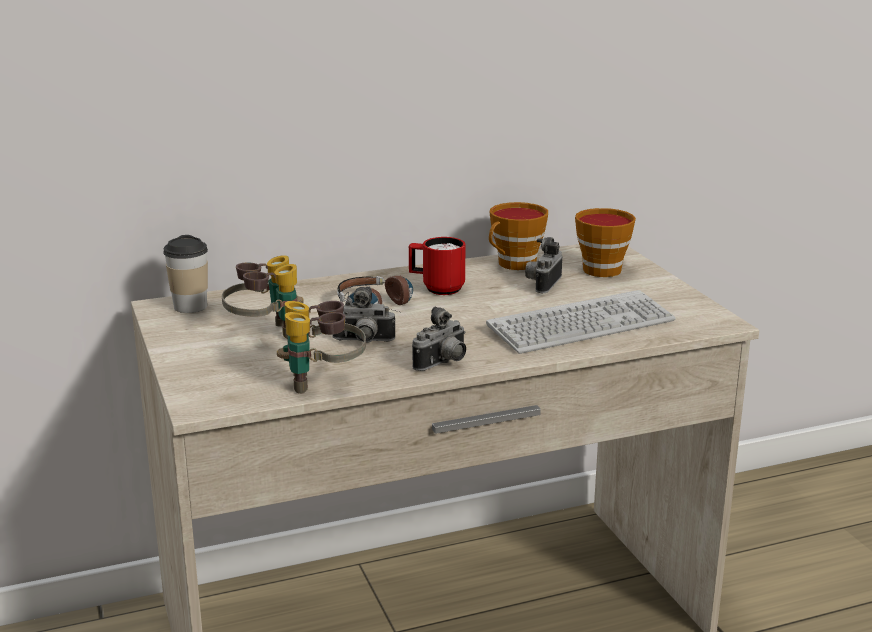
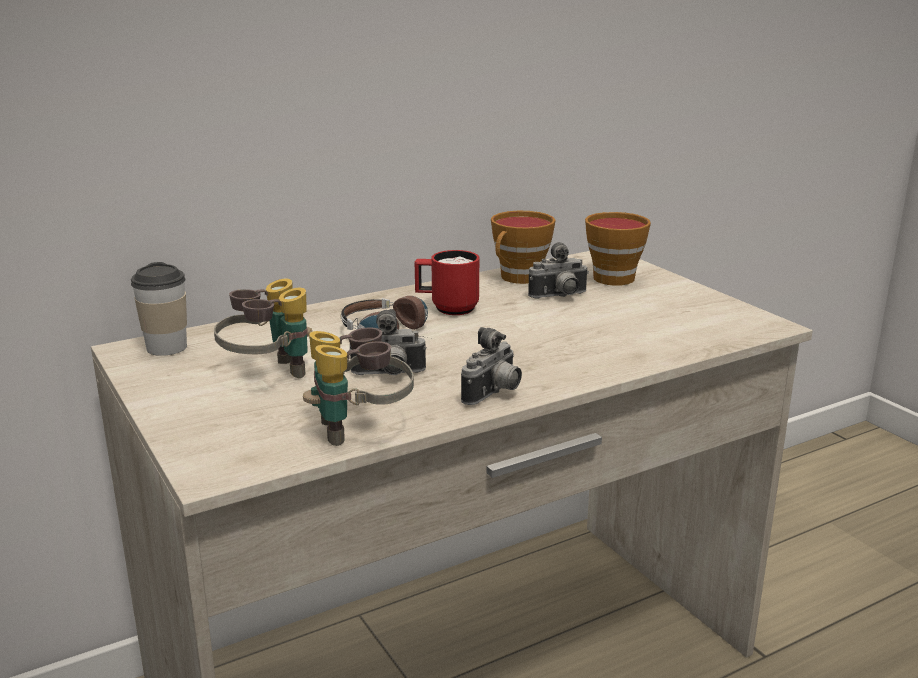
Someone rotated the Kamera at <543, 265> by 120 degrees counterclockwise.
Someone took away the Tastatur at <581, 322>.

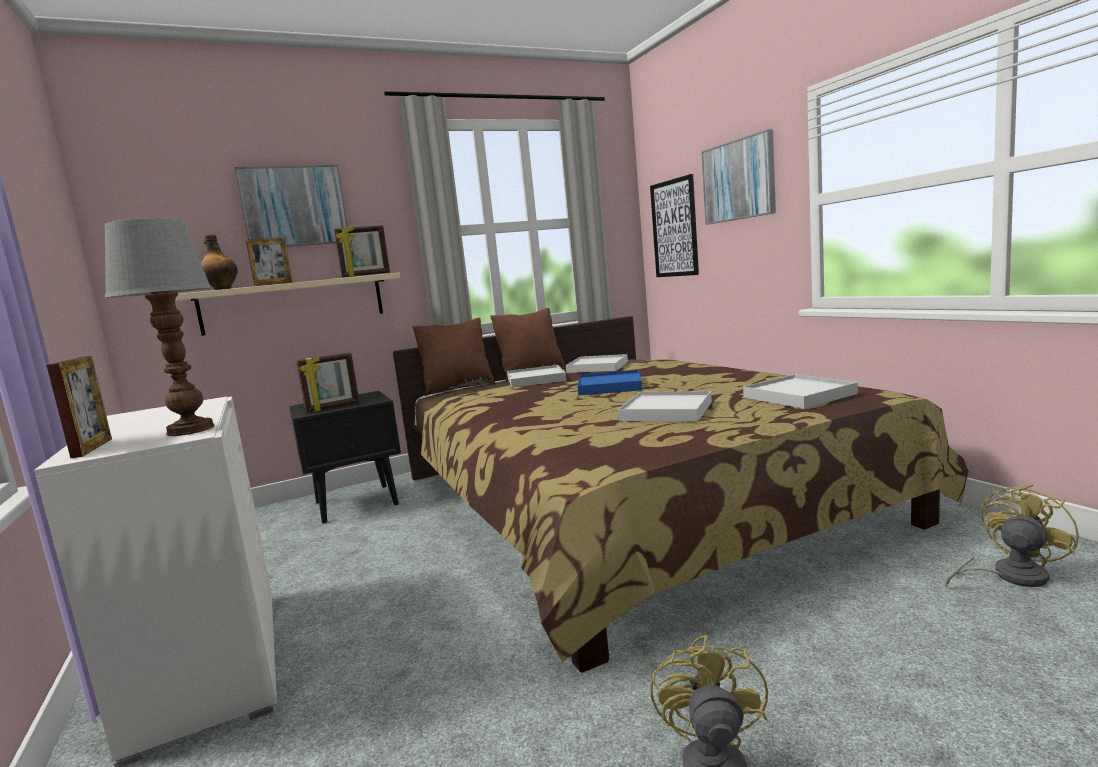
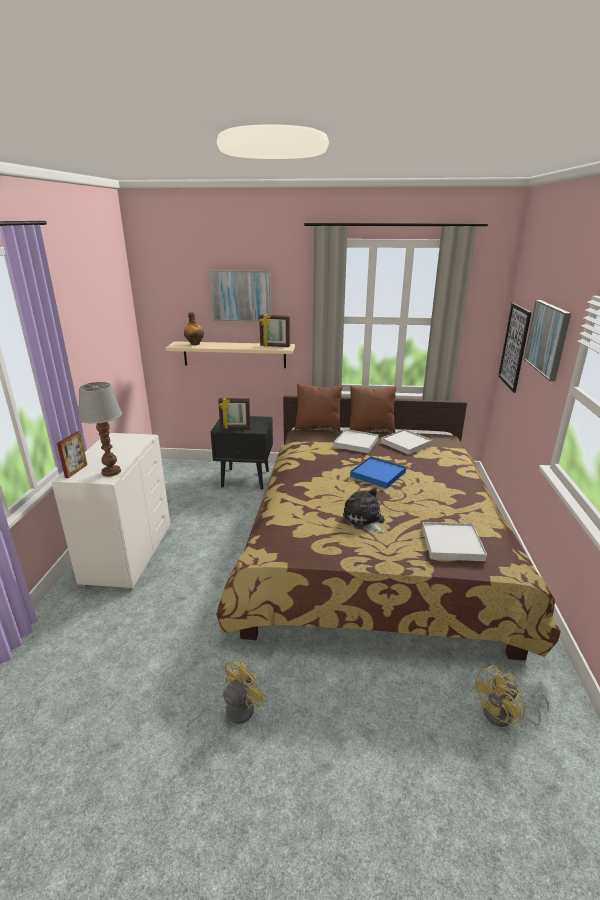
Someone swapped the Tablett [weiß] at <665, 406> for the Plüschtier at <364, 510>.
Someone rotated the Ventilator [gelb] at <1012, 535> by 150 degrees clockwise.
Someone took away the Bilderrahmen at <269, 262>.

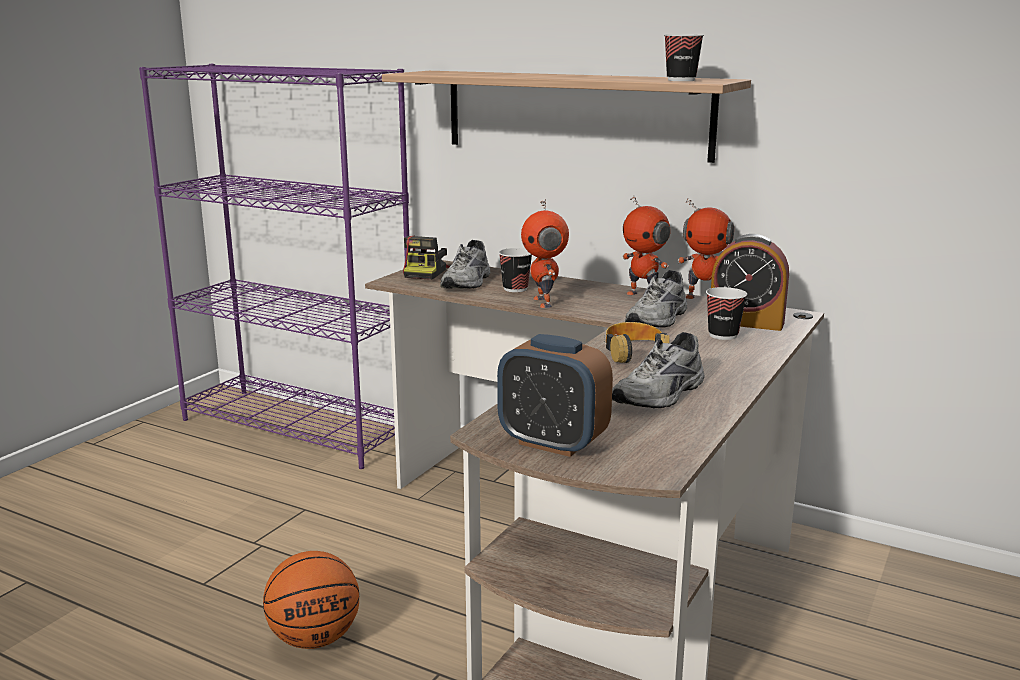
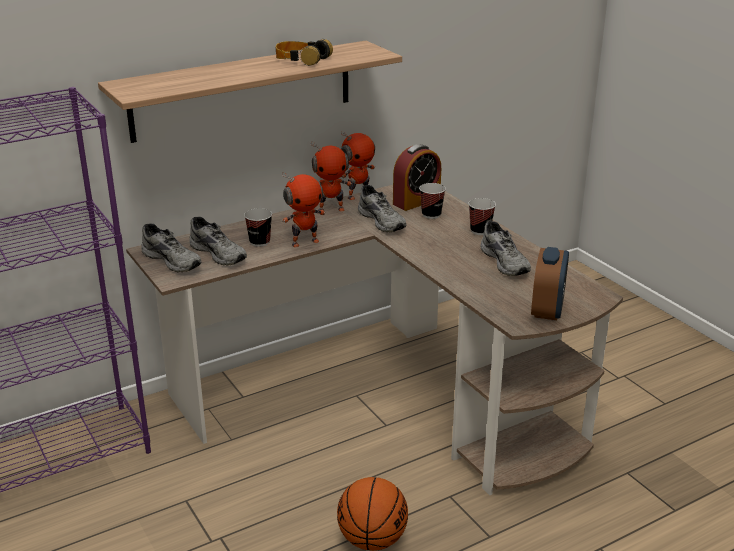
Someone swapped the Kamera at <426, 257> for the Schuh [grau] at <171, 247>.
Someone carried the Kopfhörer from <637, 342> to <304, 52>.
Someone rotated the Spielzeugroboter at <545, 253> by 45 degrees counterclockwise.
Someone carried the Tasse from <684, 57> to <482, 216>.
Someone rotated the Wecker at <555, 395> by 45 degrees counterclockwise.

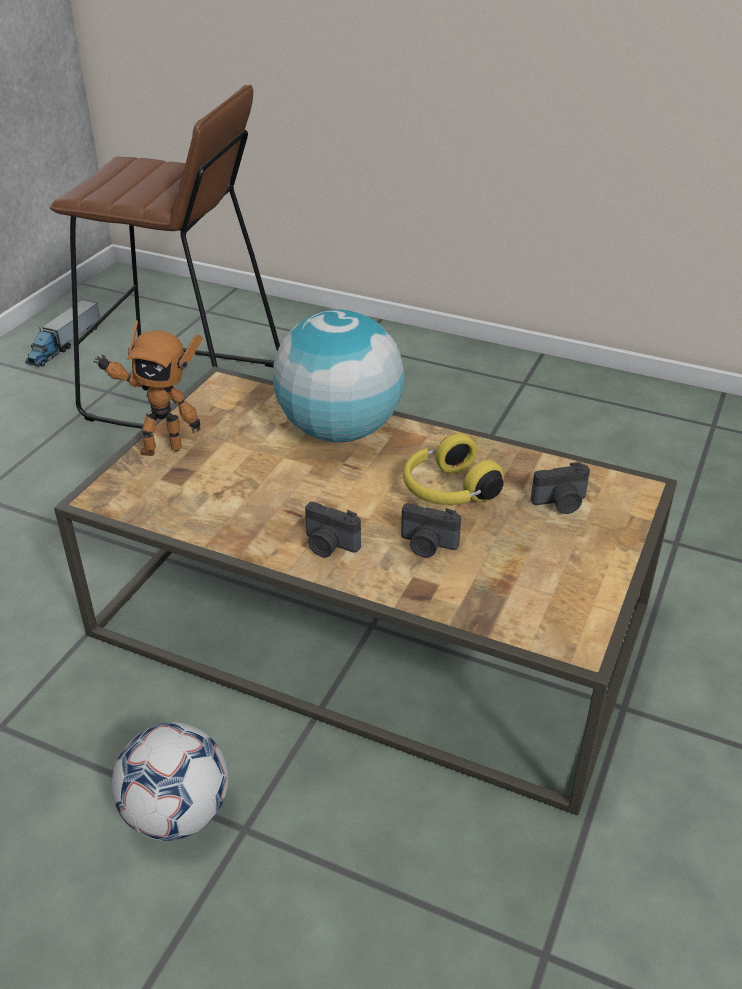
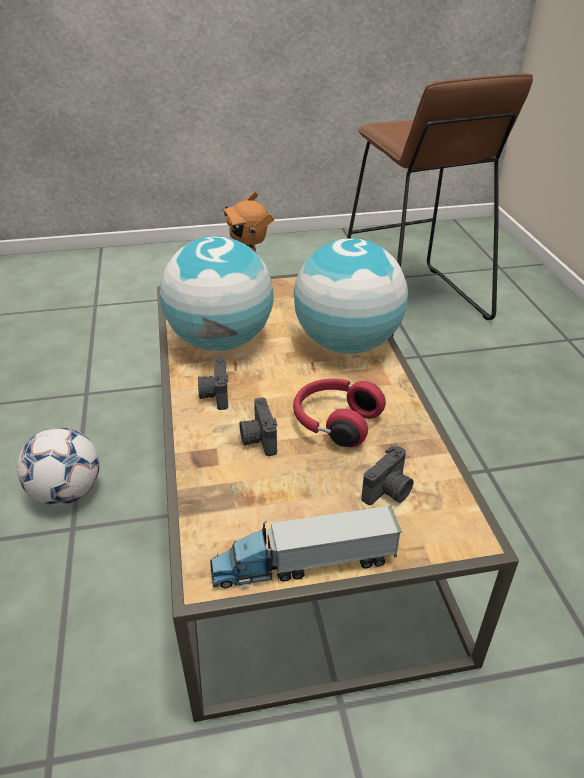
Someone put down the Globus at <217, 293>.
Someone carried the Spielzeuglaster from <62, 333> to <306, 546>.
Someone repainted the Kopfhörer [gelb] at <453, 469>, which became the Kopfhörer [rot] at <339, 413>.
Someone rotated the Kamera at <560, 488> by 90 degrees counterclockwise.

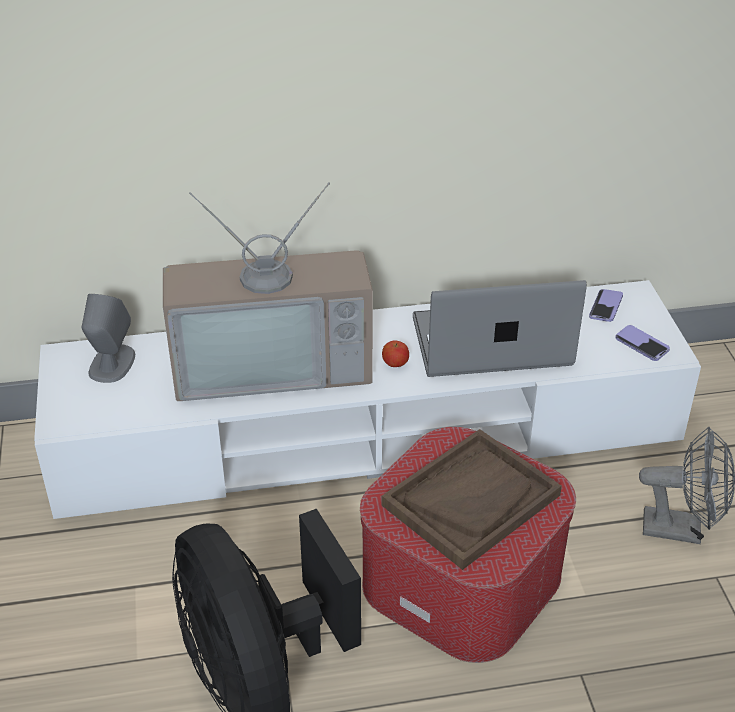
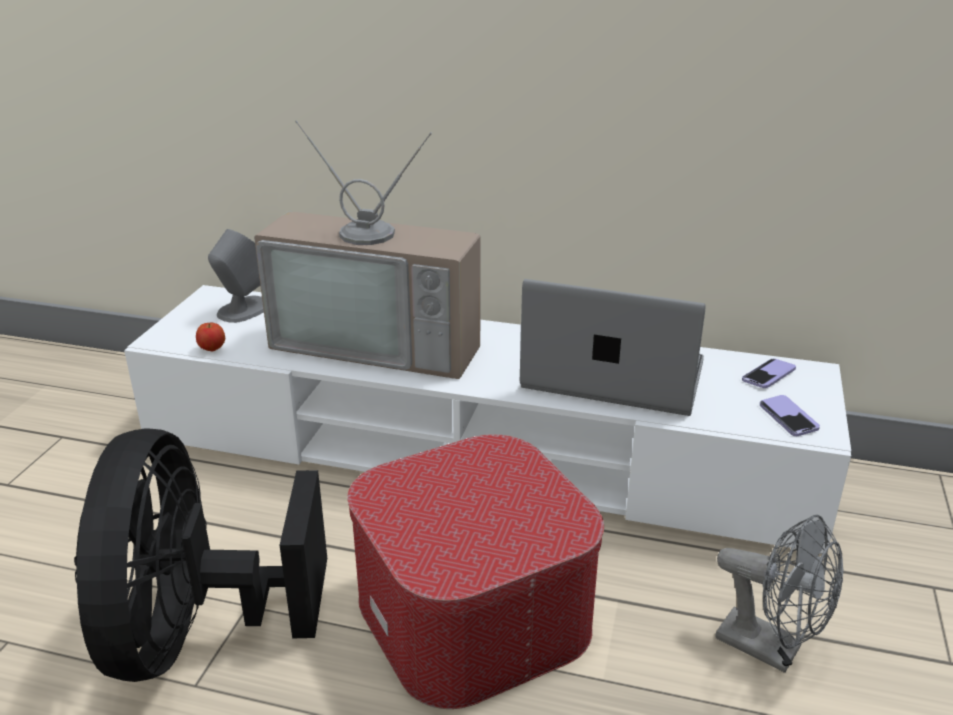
Someone carried the Apfel from <395, 353> to <210, 337>.
Someone took away the Tablett [braun] at <472, 499>.

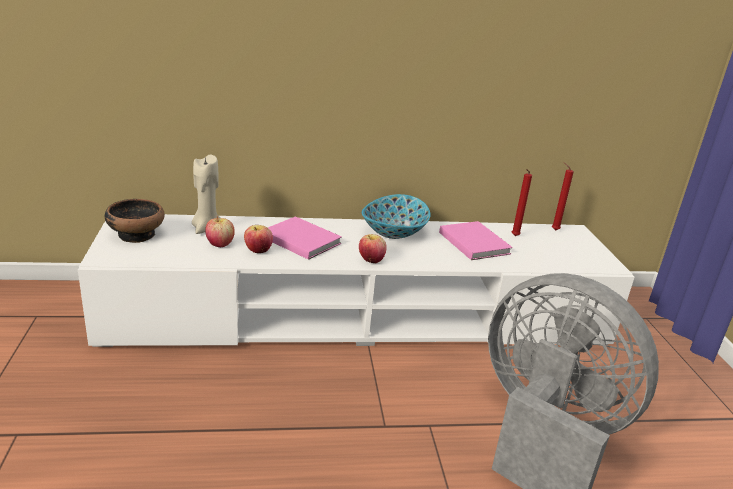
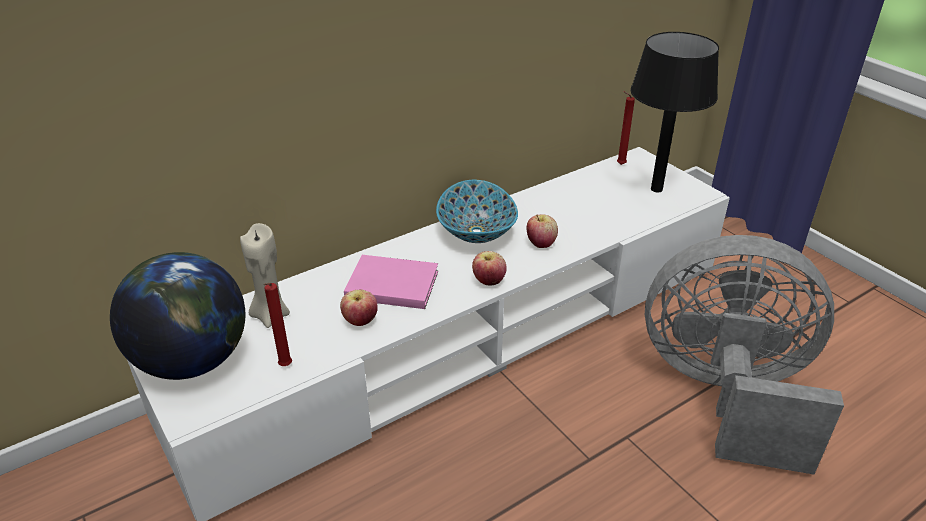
Someone swapped the Schüssel at <135, 221> for the Globus at <177, 316>.
Someone carried the Kerze [rot] from <522, 202> to <278, 324>.
Someone carried the Apfel from <220, 231> to <542, 231>.
Someone put down the Tischlampe [schwarz] at <674, 112>.
Someone took away the Buch [rosa] at <476, 240>.

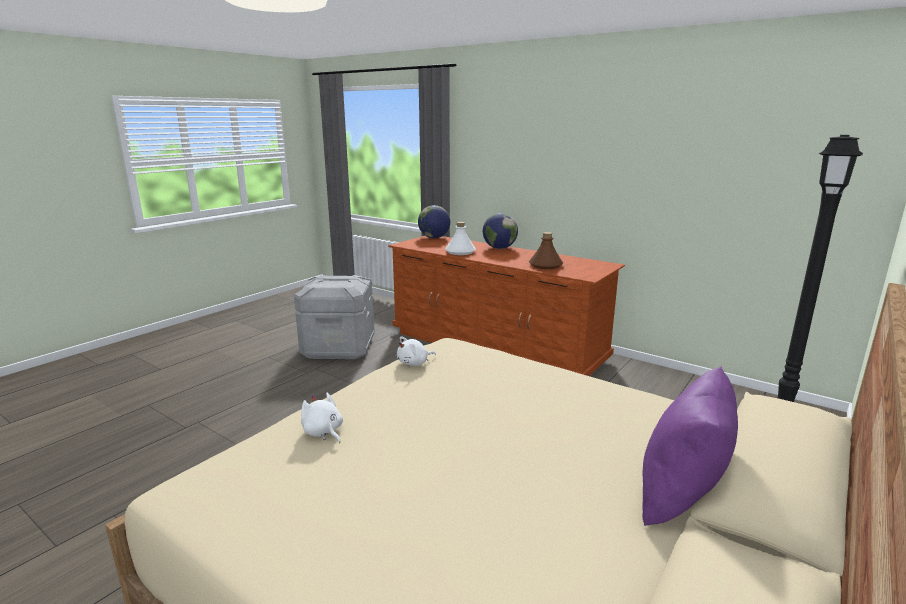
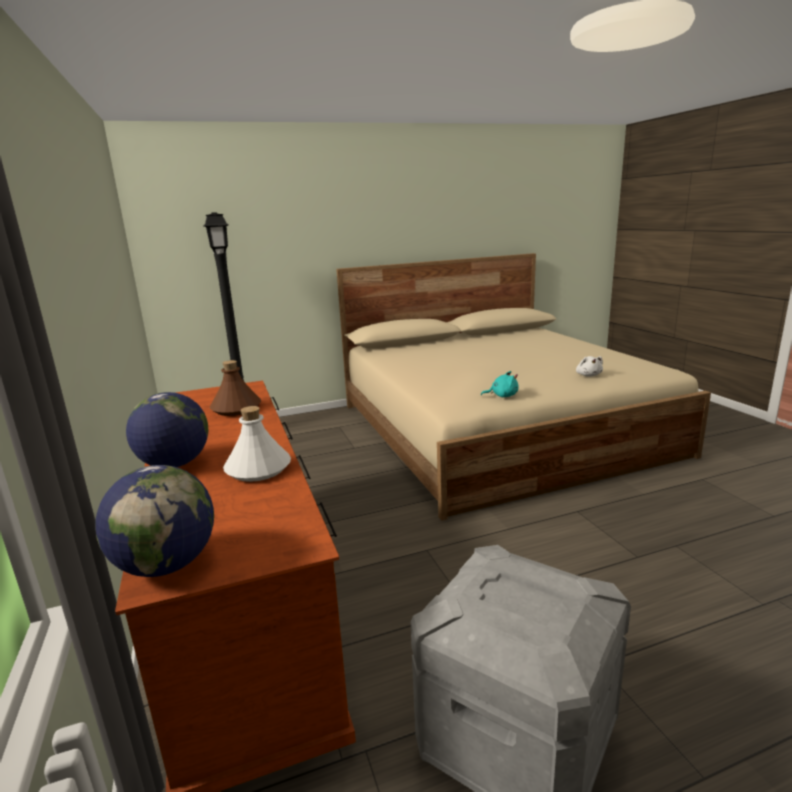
Someone repainted the Plüschtier [weiß] at <416, 351>, which became the Plüschtier [türkis] at <500, 384>.
Someone took away the Kissen [lila] at <690, 446>.

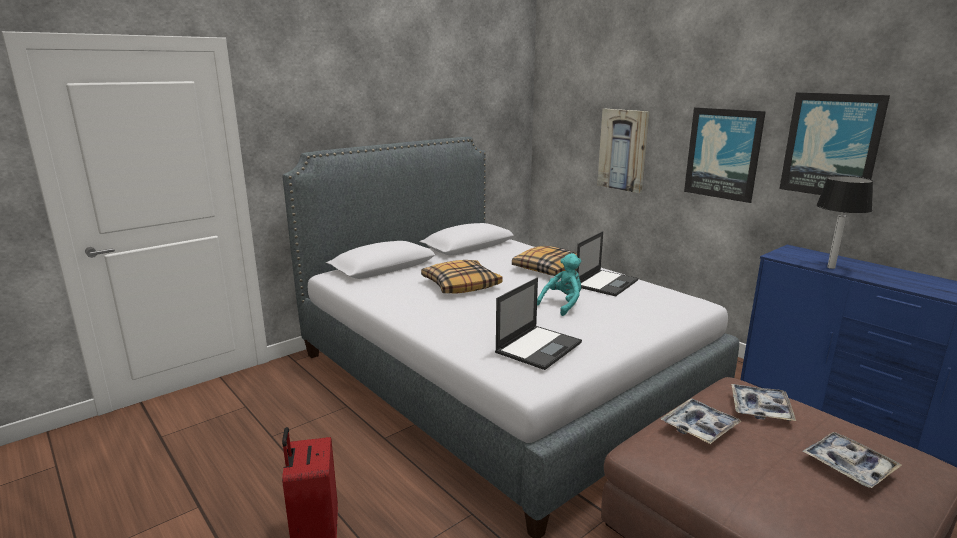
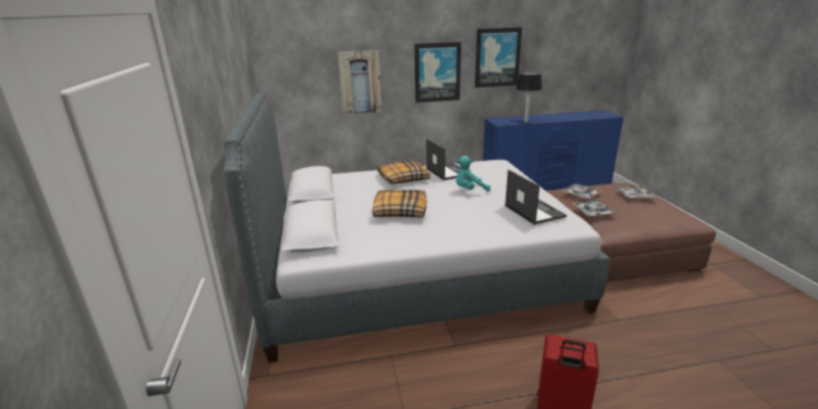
Someone rotated the Plüschtier [türkis] at <559, 284> by 90 degrees counterclockwise.

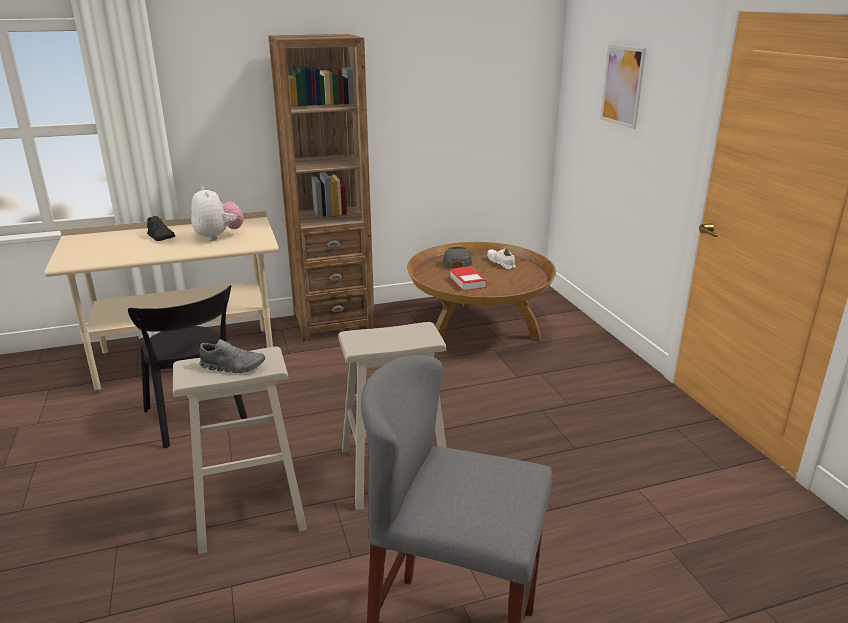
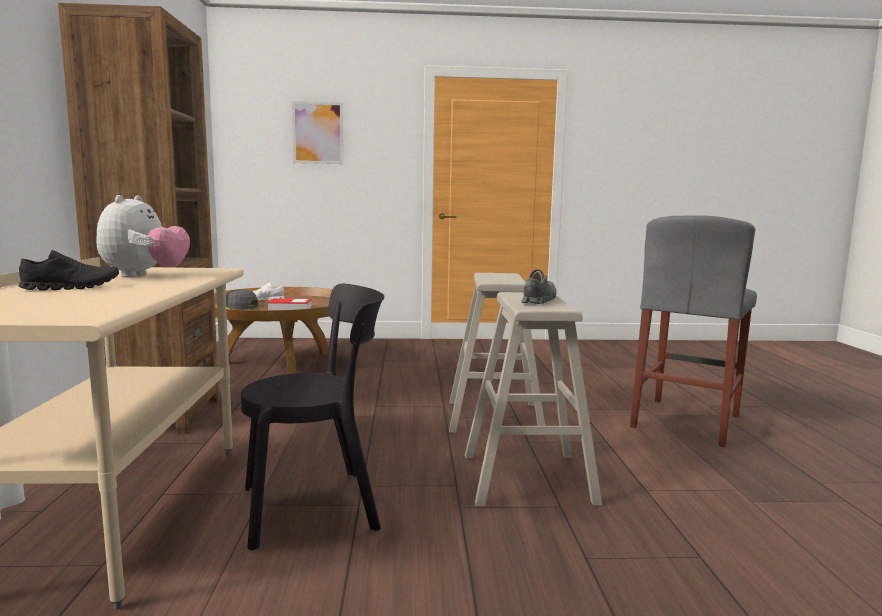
Someone rotated the Plüschtier at <217, 213> by 105 degrees clockwise.

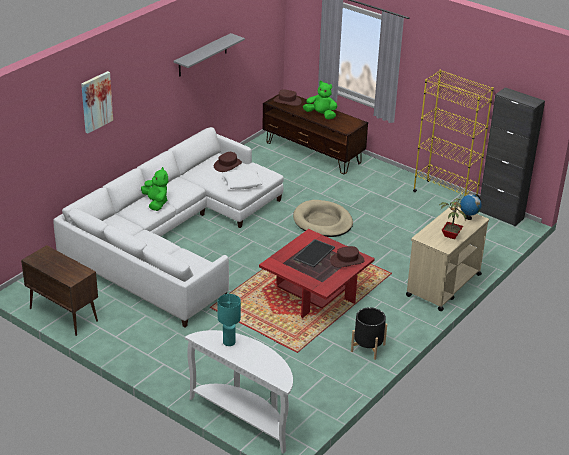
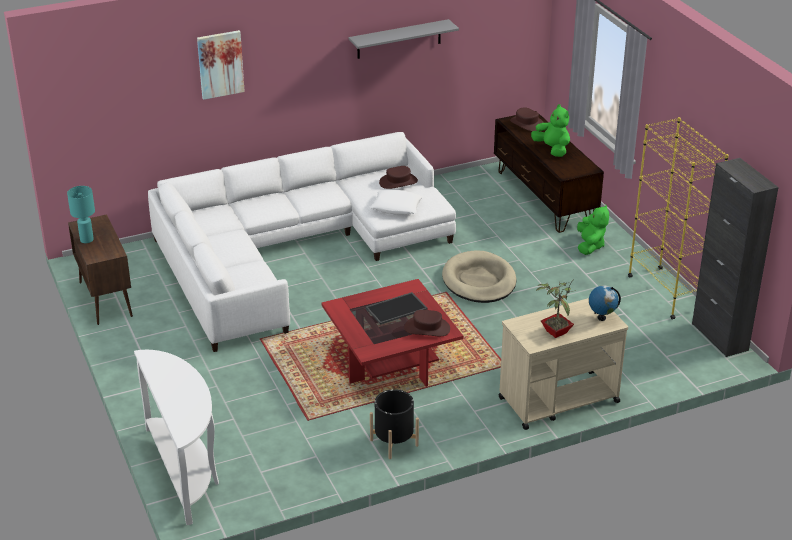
Someone carried the Tischlampe [türkis] from <229, 320> to <81, 214>.
Someone carried the Plüschtier [grün] from <154, 189> to <593, 230>.

